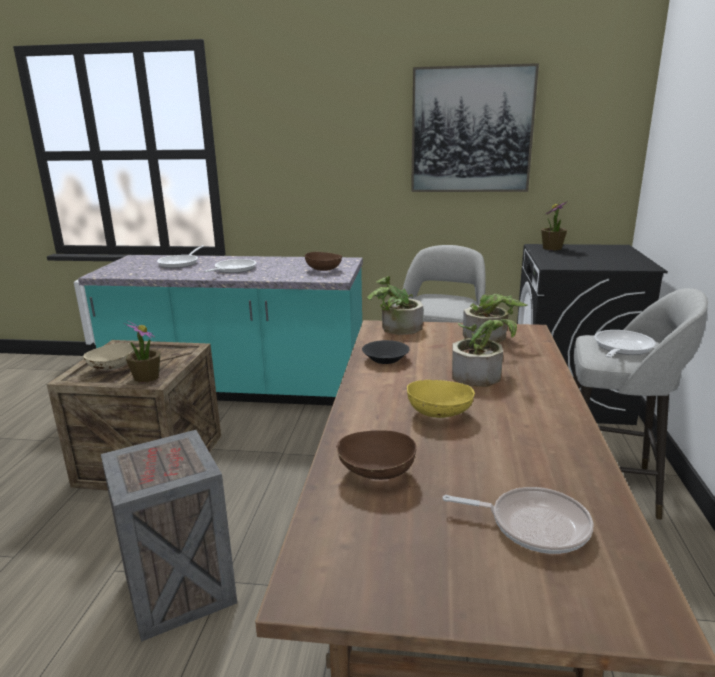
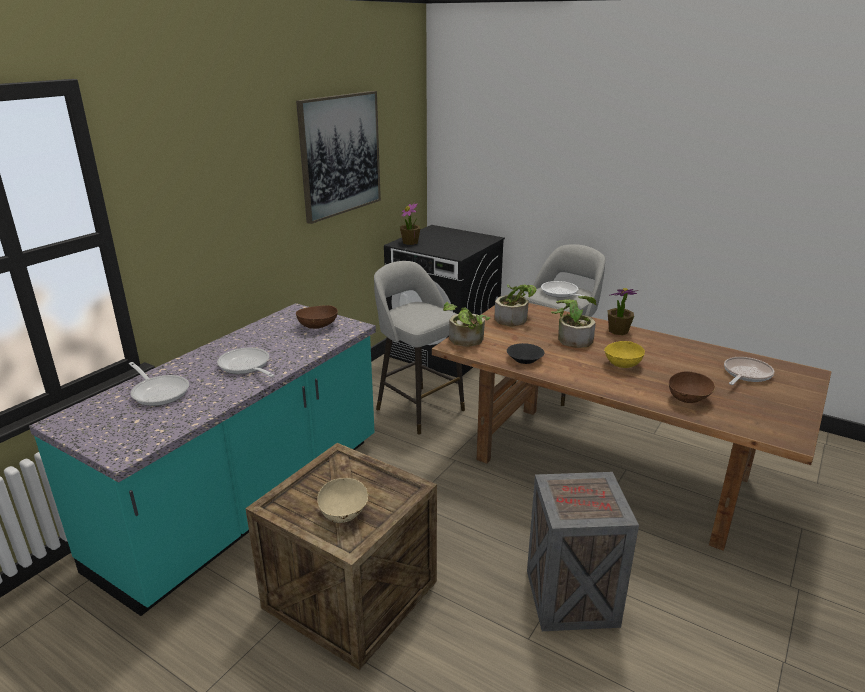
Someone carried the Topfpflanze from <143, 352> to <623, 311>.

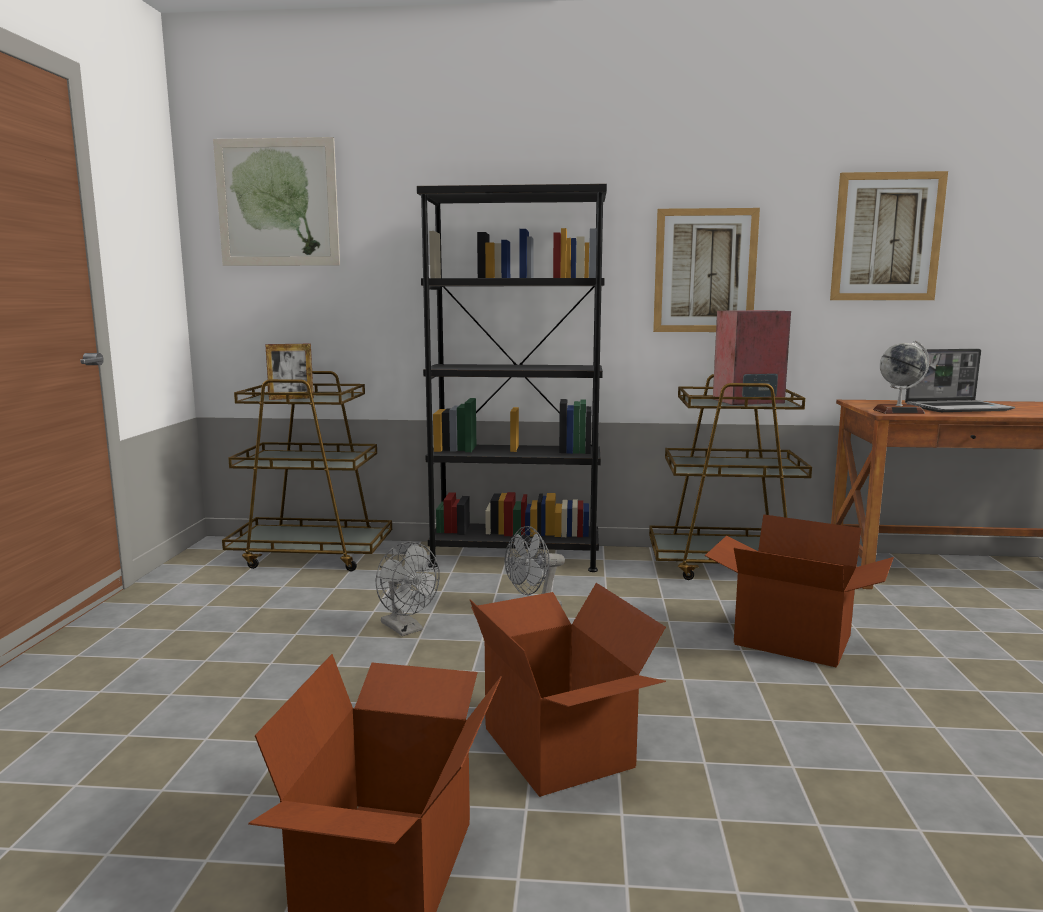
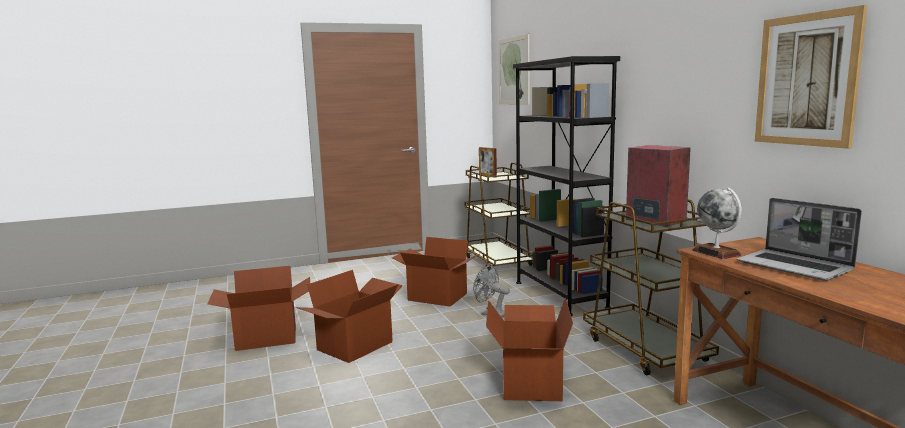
Someone swapped the Ventilator [grau] at <408, 589> for the Karton at <435, 272>.
Someone took away the Bild at <706, 270>.

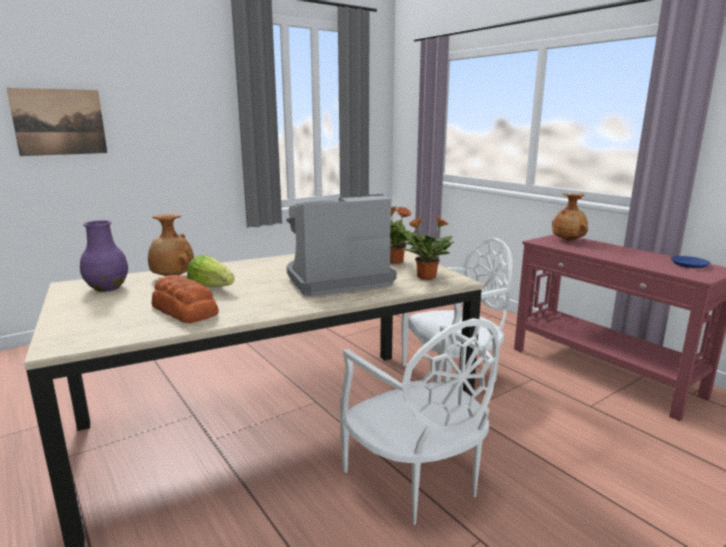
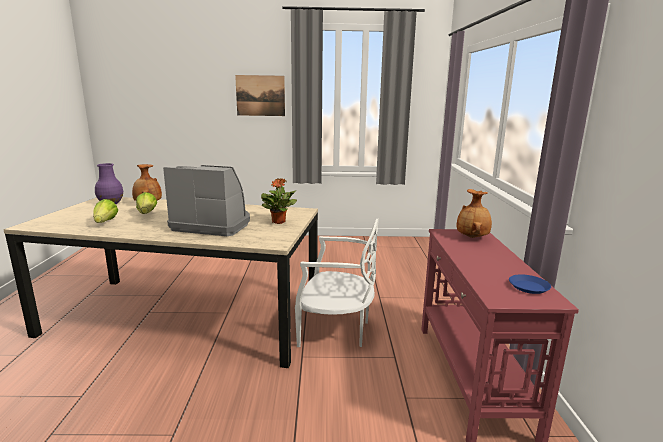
Someone swapped the Brot at <185, 299> for the Salatkopf at <105, 211>.
Someone carried the Bild from <57, 122> to <260, 95>.
Someone took away the Stuhl [weiß] at <419, 421>.
Someone took away the Topfpflanze at <428, 247>.

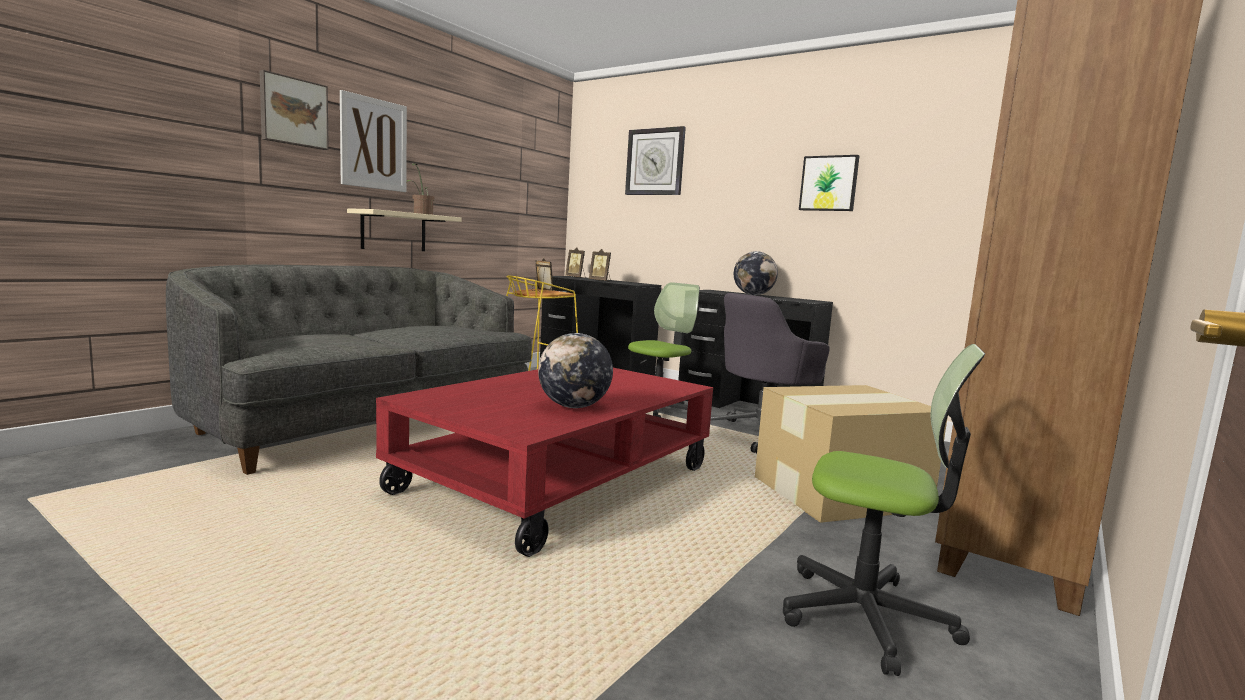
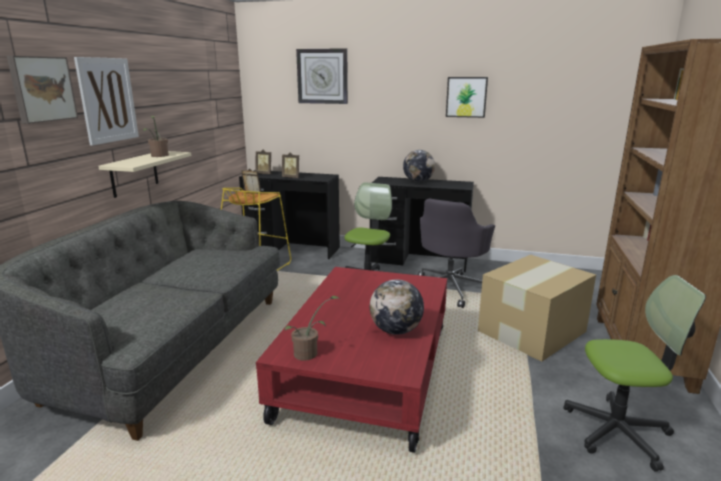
Someone put down the Topfpflanze at <312, 328>.

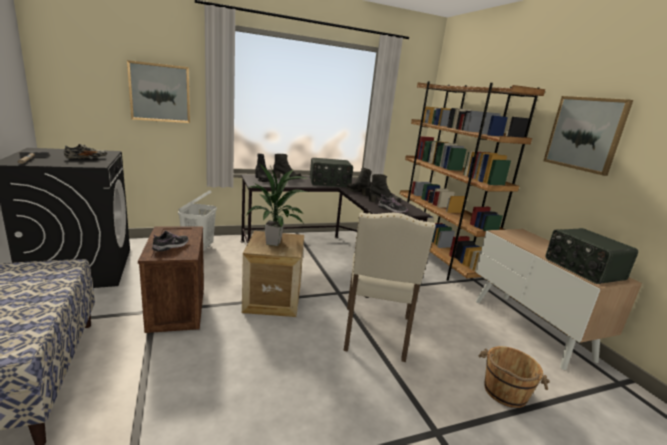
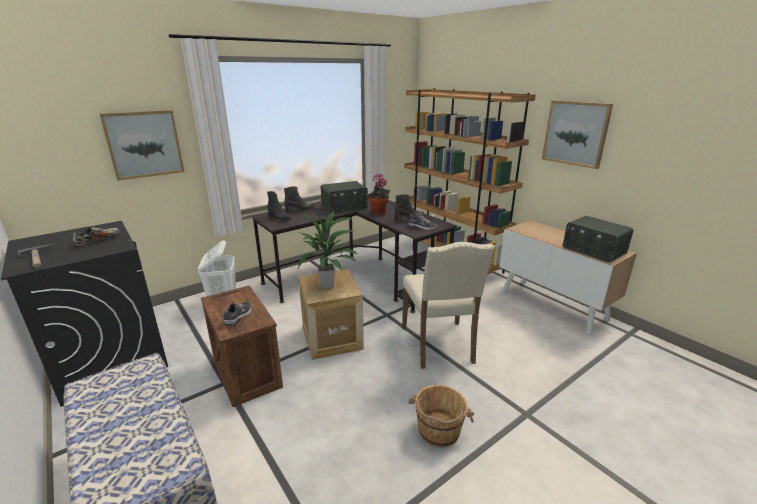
Someone swapped the Stiefel [schwarz] at <359, 182> for the Topfpflanze at <378, 194>.
Someone carried the Eimer [braun] from <514, 377> to <441, 416>.

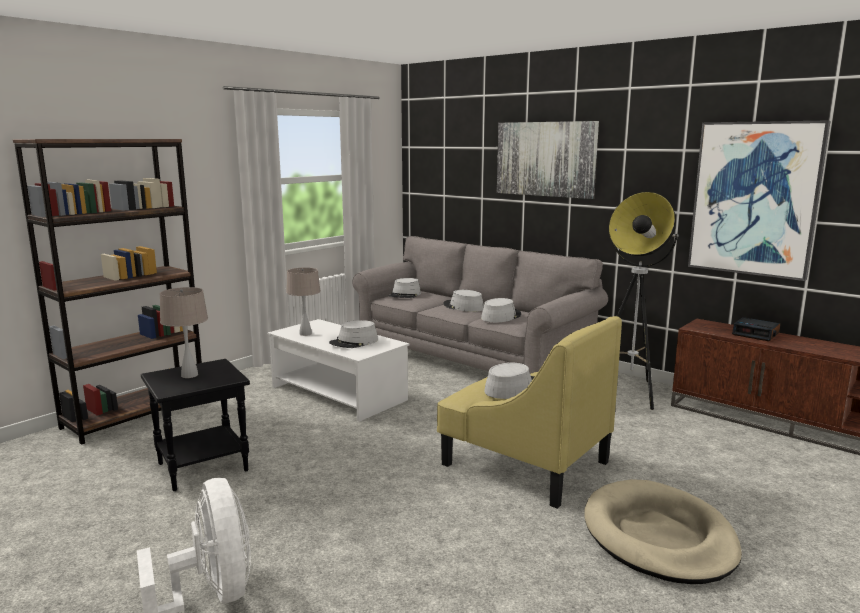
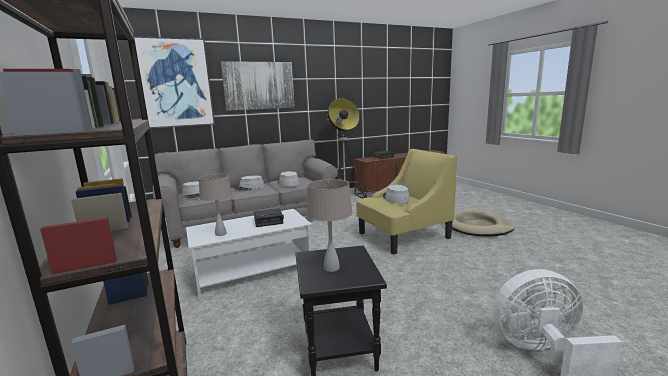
Someone carried the Bild from <759, 200> to <174, 82>.
Someone swapped the Hut [grau] at <353, 334> for the Wecker at <269, 217>.

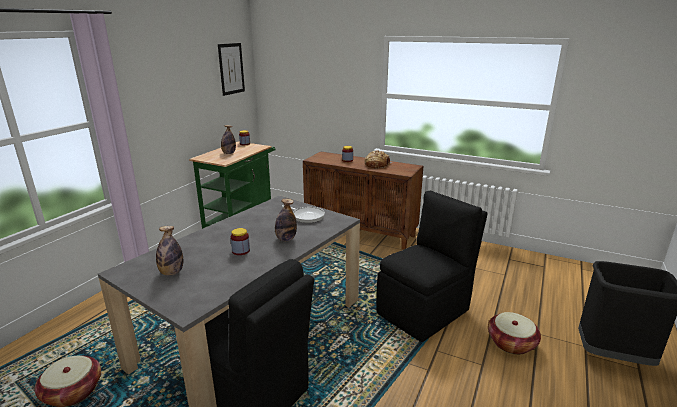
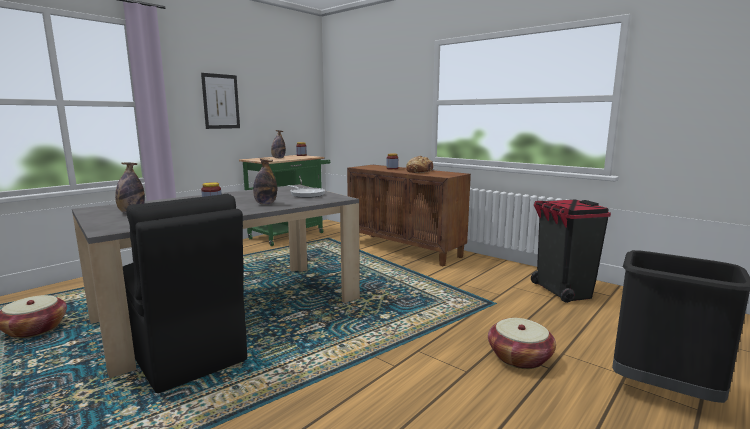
Someone carried the Bild from <231, 69> to <220, 101>.
Someone put down the Mülleimer [schwarz] at <571, 251>.
Someone took away the Stuhl [schwarz] at <431, 266>.

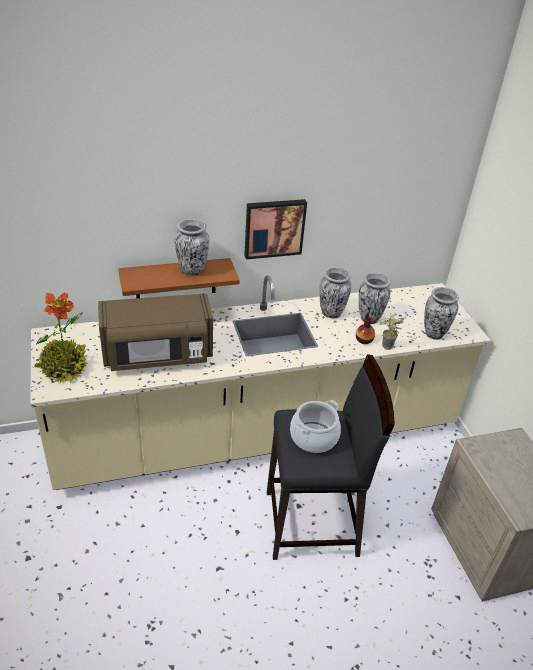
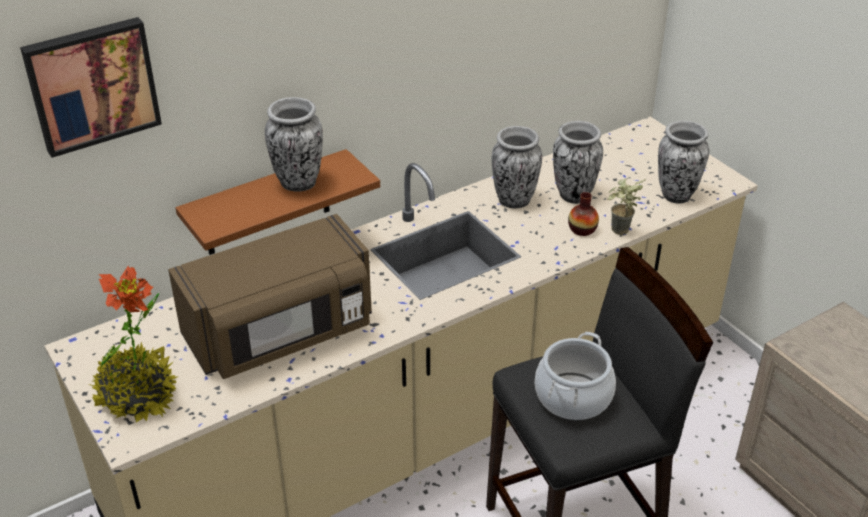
Someone carried the Bild from <275, 229> to <91, 87>.

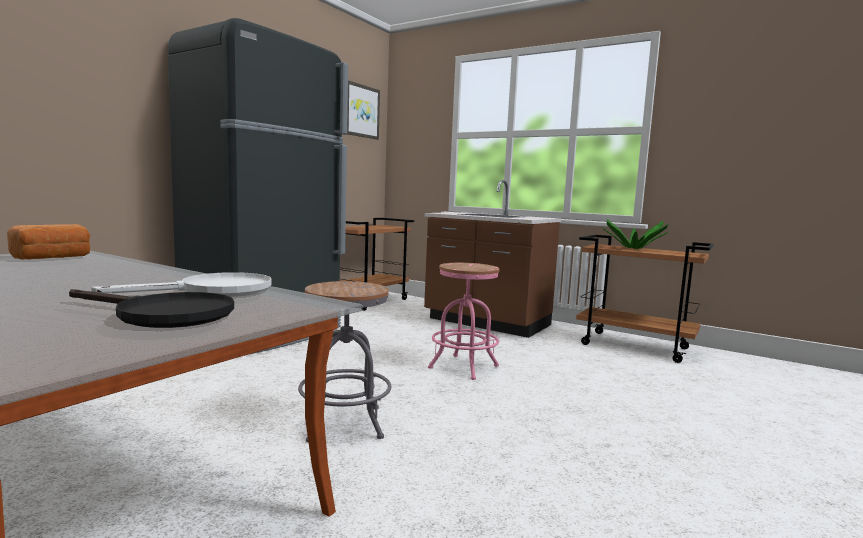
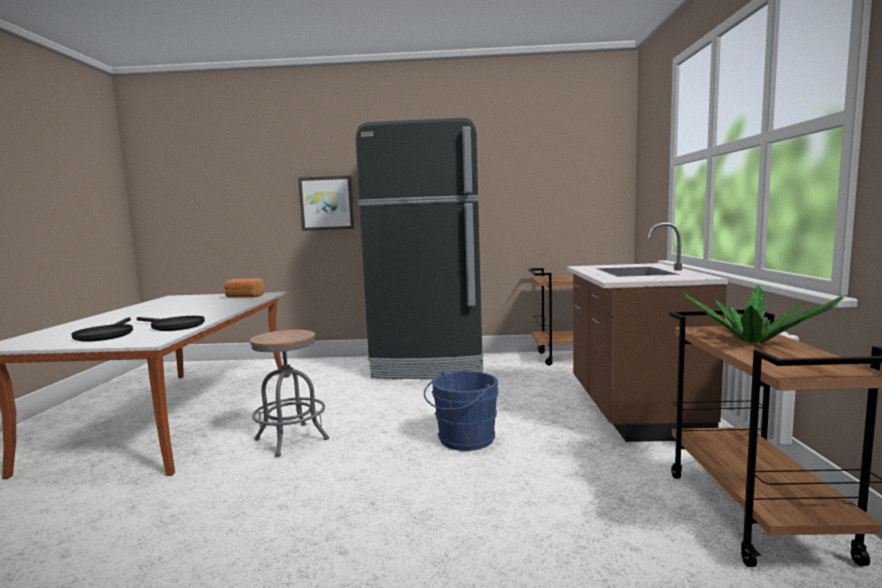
Someone repainted the Pfanne [weiß] at <181, 284>, which became the Pfanne [schwarz] at <170, 323>.
Someone carried the Bild from <363, 110> to <326, 203>.
Someone swapped the Hocker [rosa] at <463, 321> for the Eimer [blau] at <461, 411>.

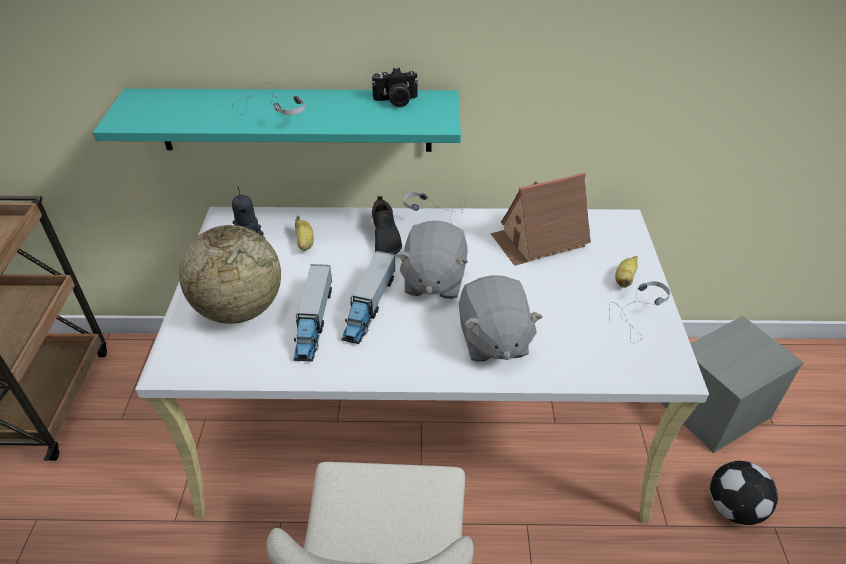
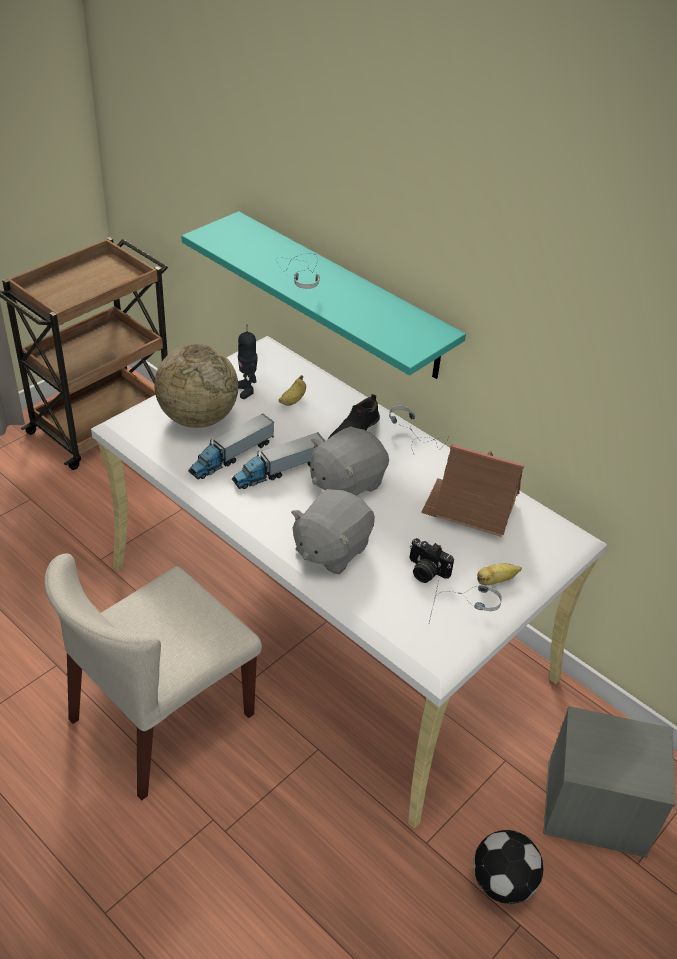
Someone carried the Kamera from <395, 88> to <432, 560>.

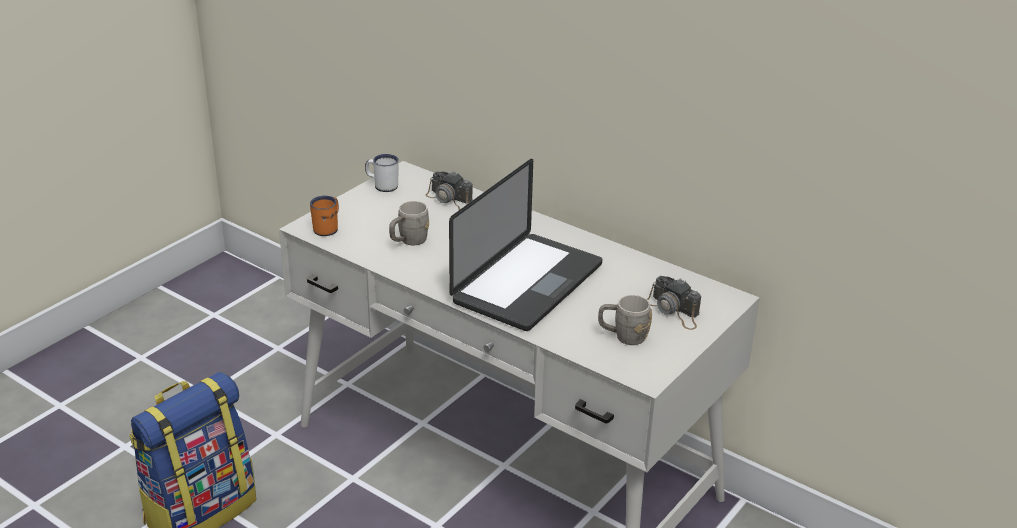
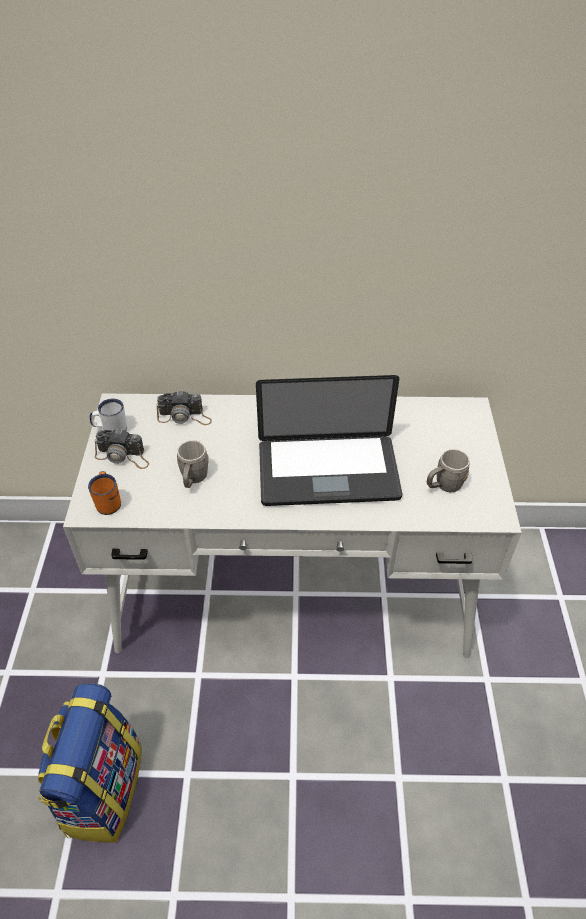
Someone carried the Kamera from <674, 303> to <122, 448>.
Someone rotated the Laptop at <525, 245> by 90 degrees clockwise.

